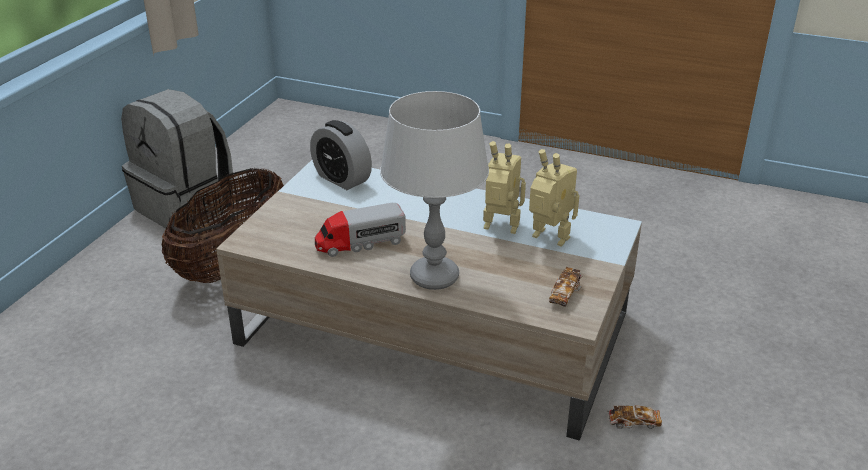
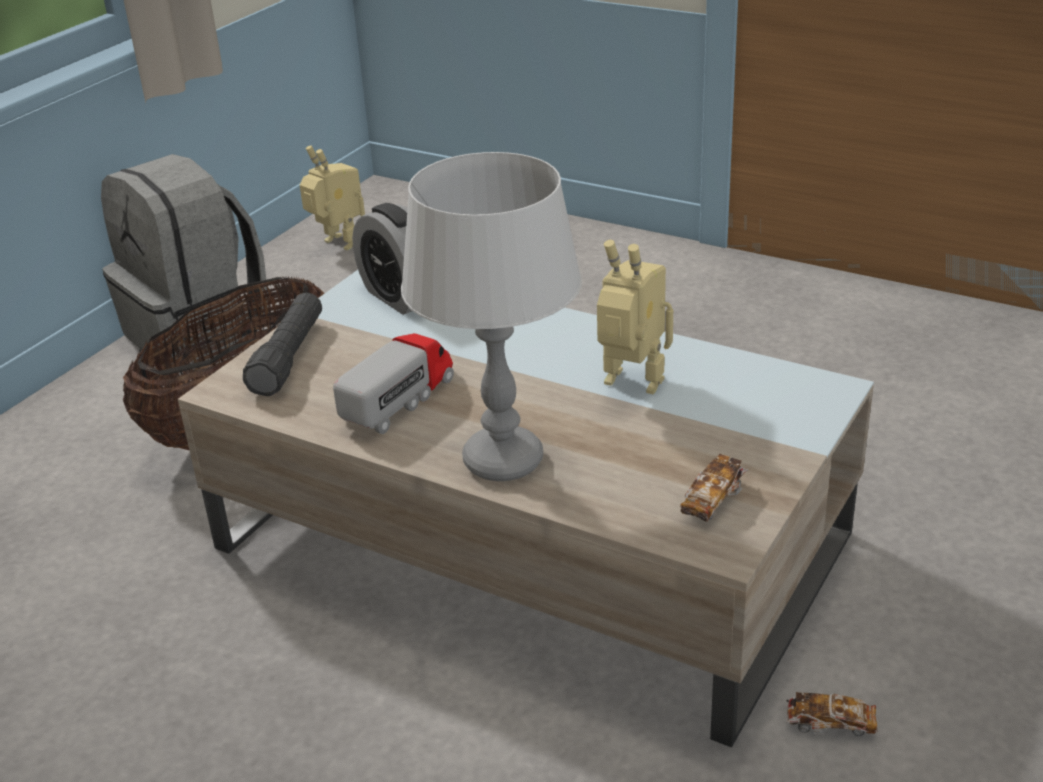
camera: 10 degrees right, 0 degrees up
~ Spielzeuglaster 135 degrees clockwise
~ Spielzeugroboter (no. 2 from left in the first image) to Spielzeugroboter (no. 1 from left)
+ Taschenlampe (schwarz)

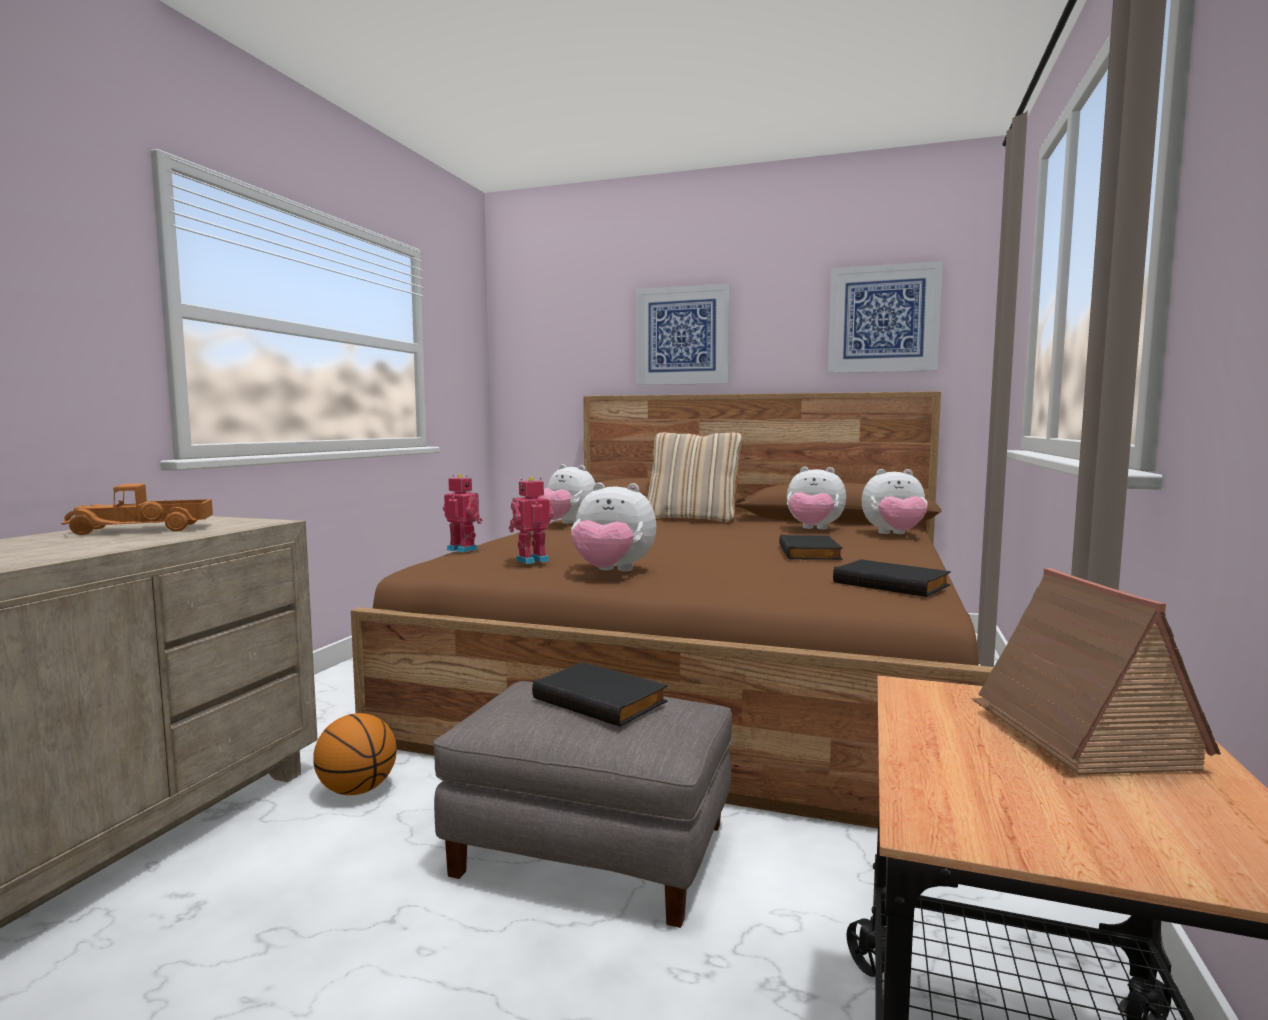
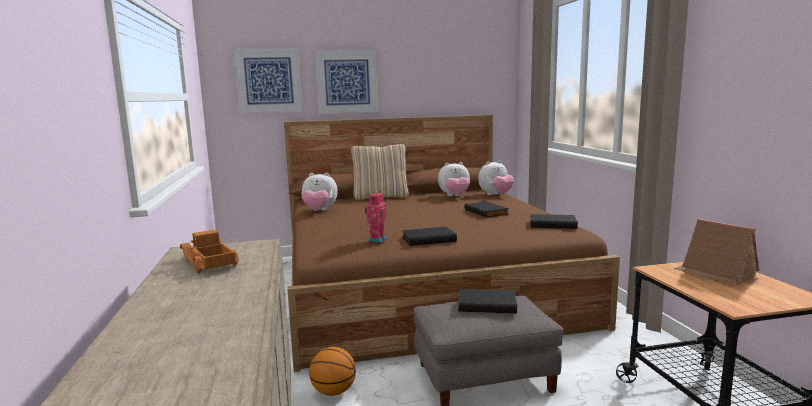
camera: 30 degrees left, 5 degrees up
~ Spielzeuglaster 105 degrees clockwise
- Spielzeugroboter (no. 1 from left)
~ Plüschtier (no. 2 from left) to Buch (schwarz) (no. 1 from left)
~ Bild (no. 2 from left in the first image) to Bild (no. 1 from left)

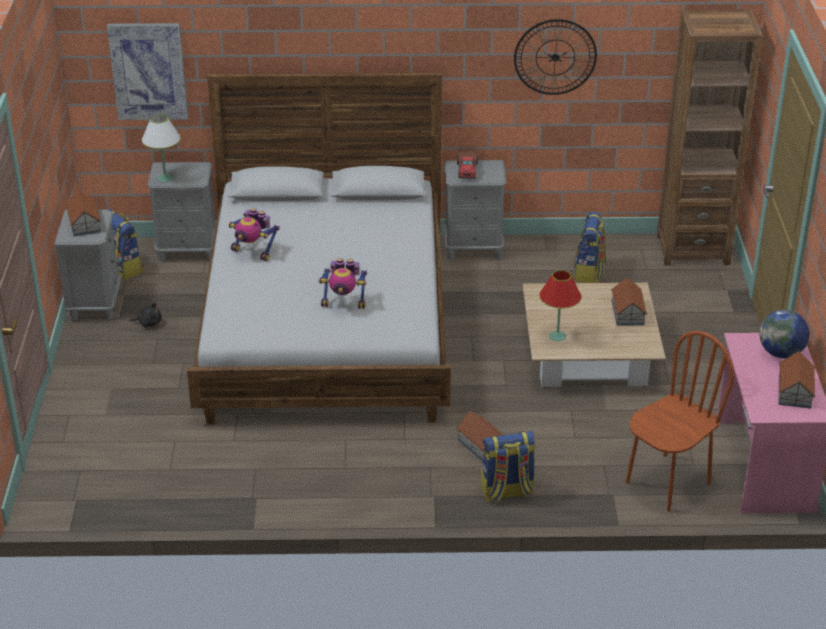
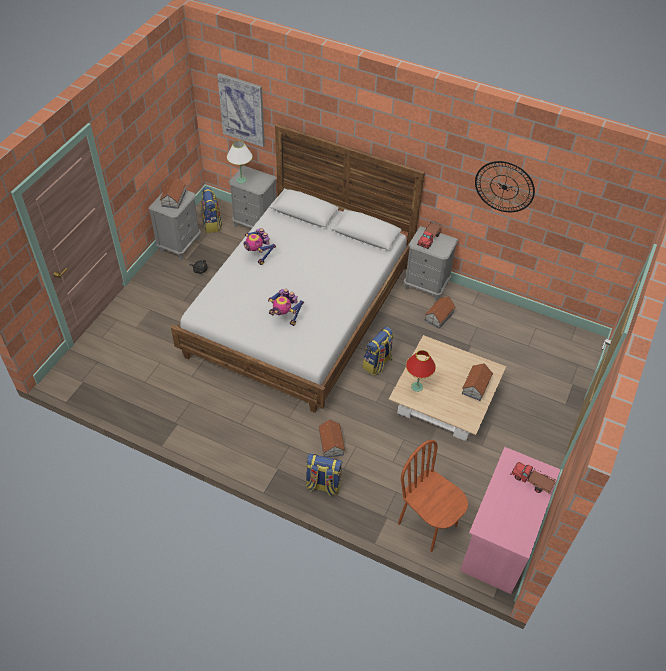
camera: 25 degrees right, 15 degrees up
~ Rucksack (no. 3 from left)
~ Stuhl (braun) 120 degrees counterclockwise
- Bücherregal (braun)
~ Globus to Spielzeuglaster (no. 2 from left)
~ Spielzeughaus (no. 4 from left in the first image) to Spielzeughaus (no. 3 from left)

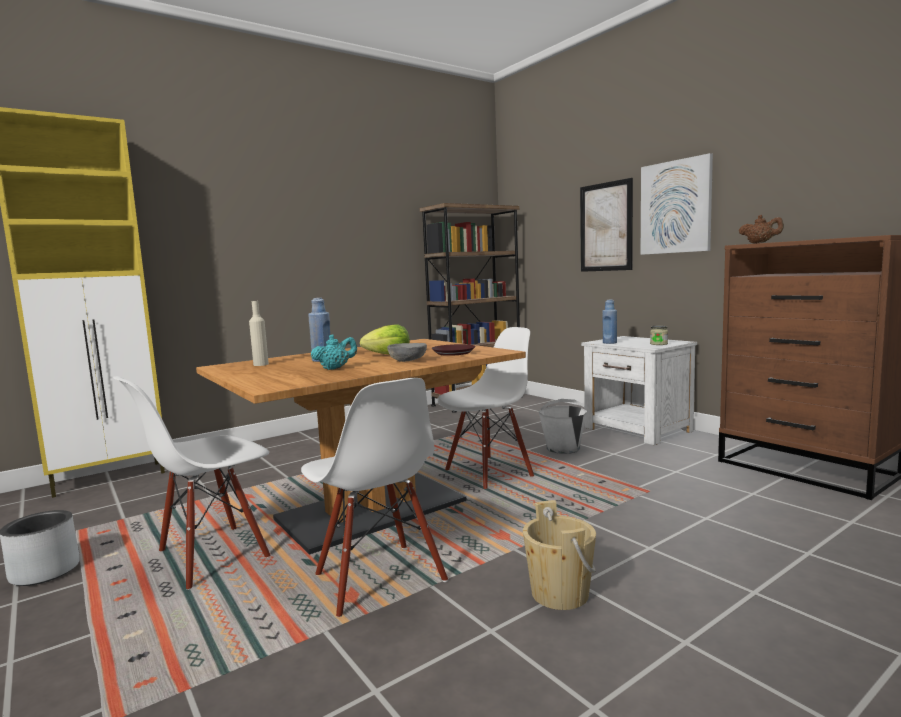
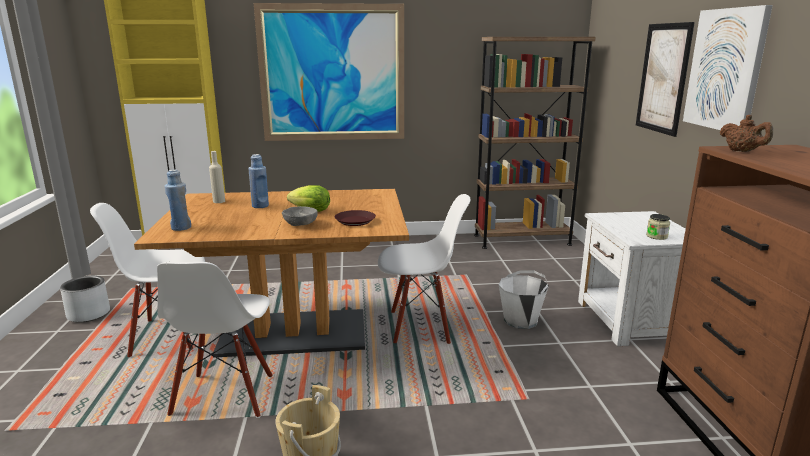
camera: 30 degrees right, 10 degrees up
- Teekanne (türkis)
~ Flasche (blau) (no. 2 from left in the first image) to Flasche (blau) (no. 1 from left)
+ Bild (no. 1 from left)

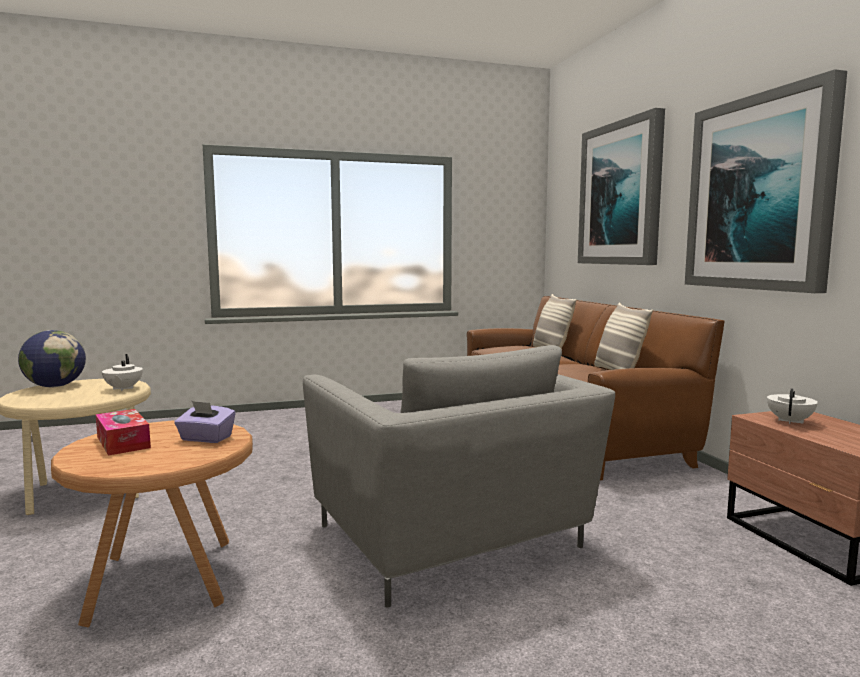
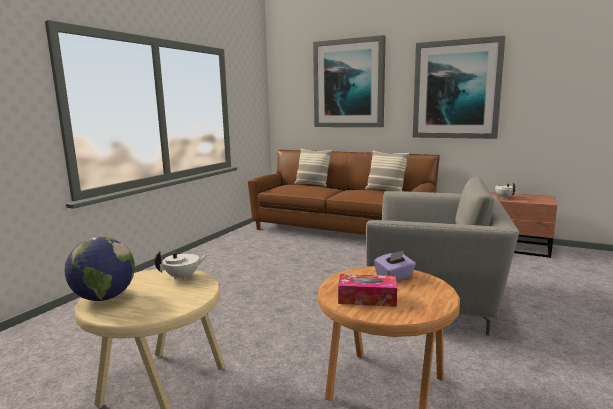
camera: 45 degrees left, 5 degrees up
~ Teekanne (weiß) (no. 1 from left) 60 degrees counterclockwise

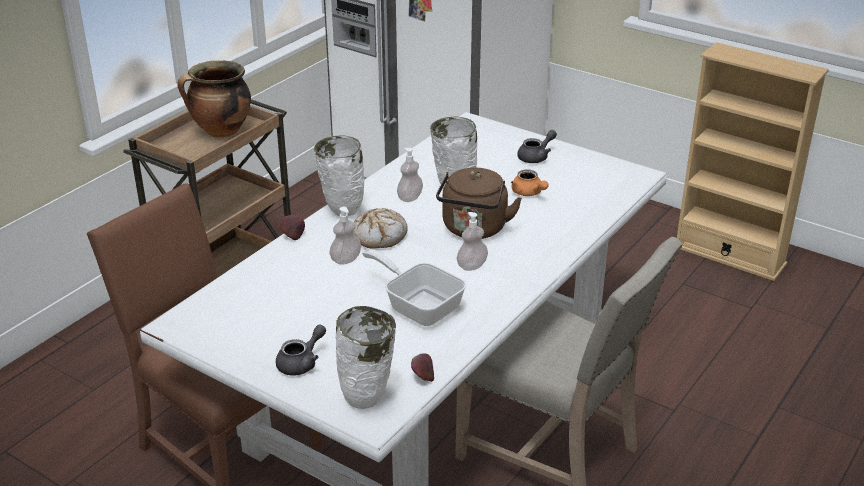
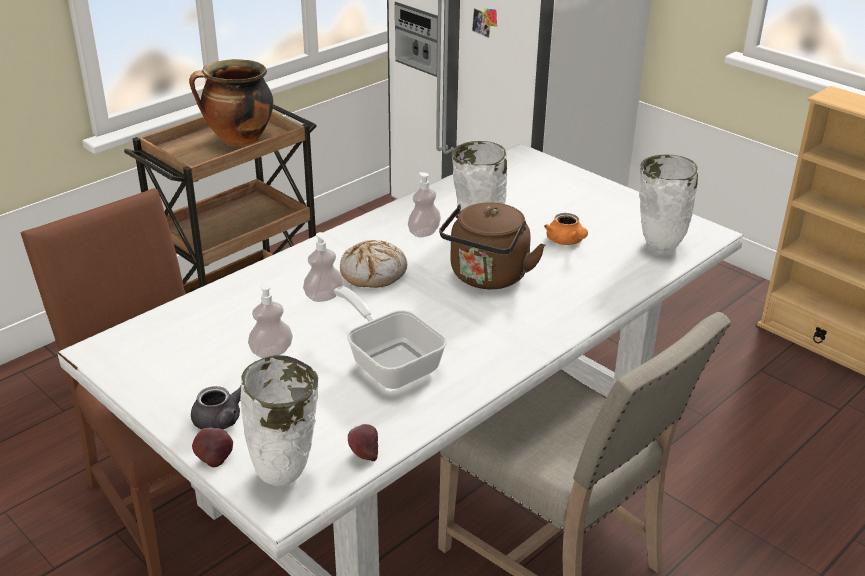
camera: 10 degrees right, 0 degrees up
~ Apfel (no. 1 from left)
~ Vase (weiß) (no. 1 from left in the first image) to Vase (weiß) (no. 3 from left)
~ Seifenspender (no. 3 from left in the first image) to Seifenspender (no. 1 from left)
- Teekanne (grau) (no. 2 from left)

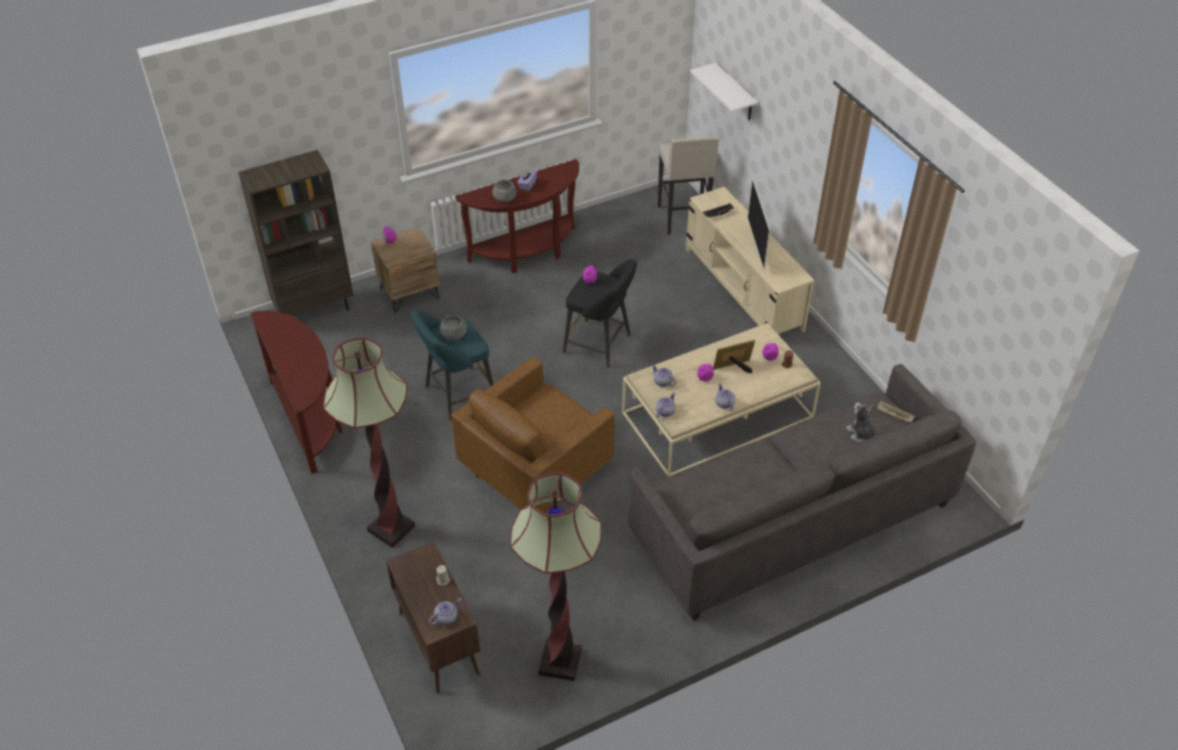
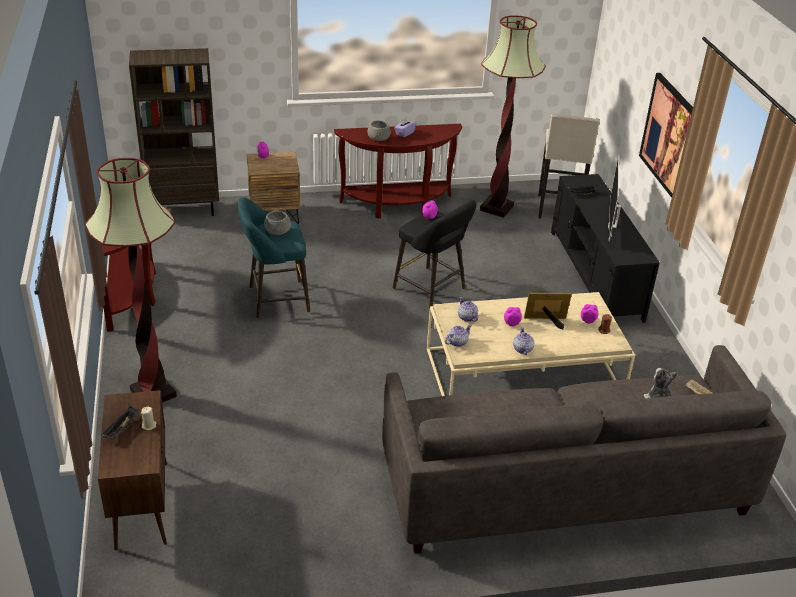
camera: 15 degrees right, 10 degrees down
- Teekanne (no. 1 from left)
- Sessel (braun)
~ Stehlampe (no. 2 from left)
~ Fernsehschrank (beige) to Fernsehschrank (schwarz)
- Wandregal (weiß)
+ Tablett (schwarz) (no. 1 from left)
+ Bild

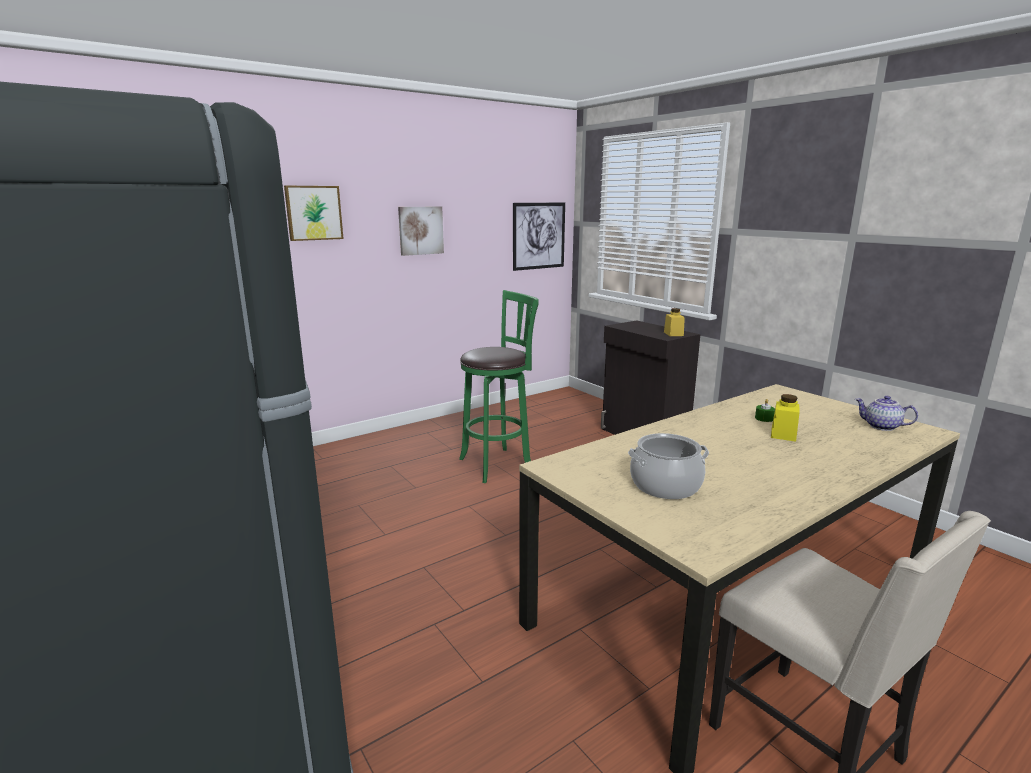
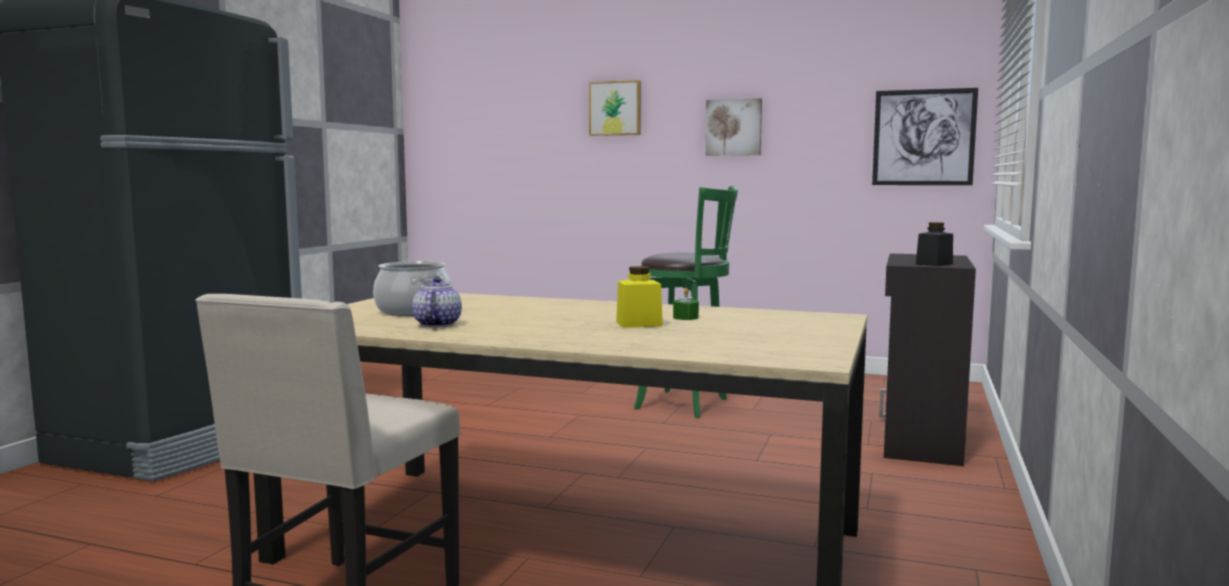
camera: 55 degrees right, 10 degrees down
~ Vorratsglas (gelb) (no. 1 from left) to Vorratsglas (schwarz)
~ Teekanne

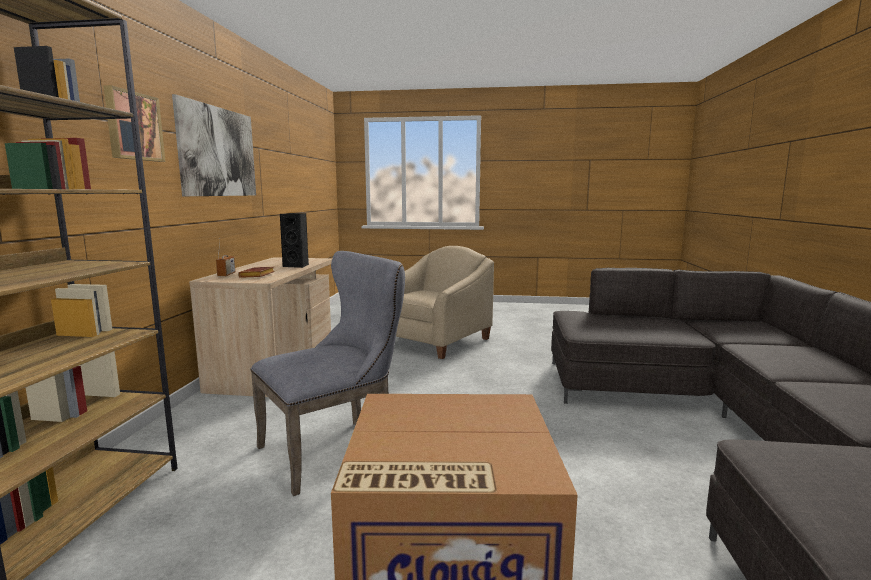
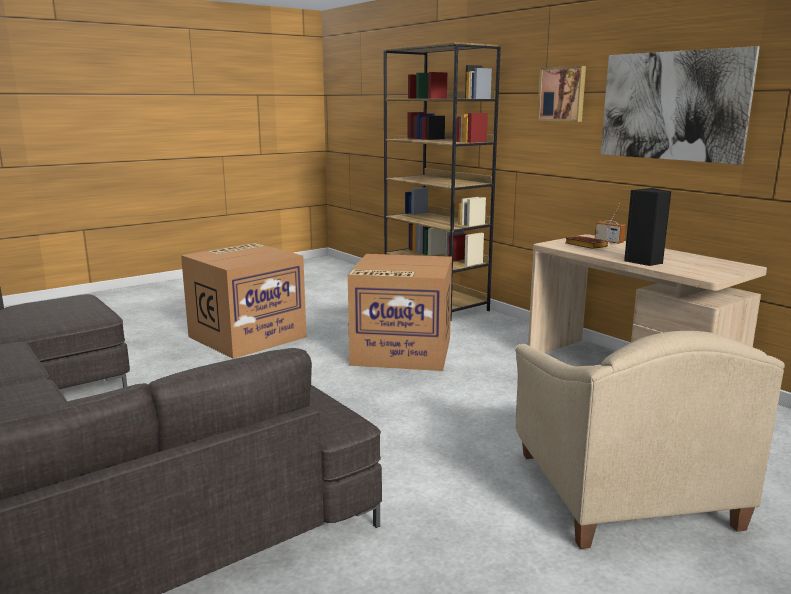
camera: 135 degrees right, 5 degrees up
~ Stuhl (grau) to Karton (no. 2 from left)

